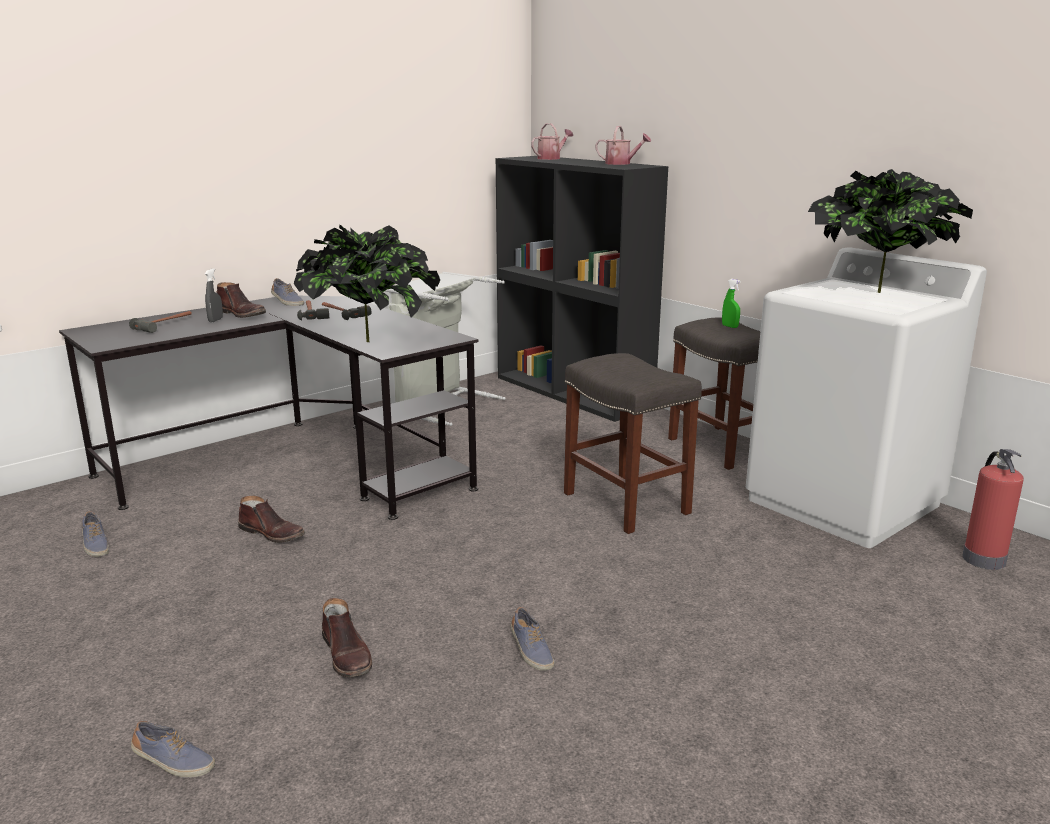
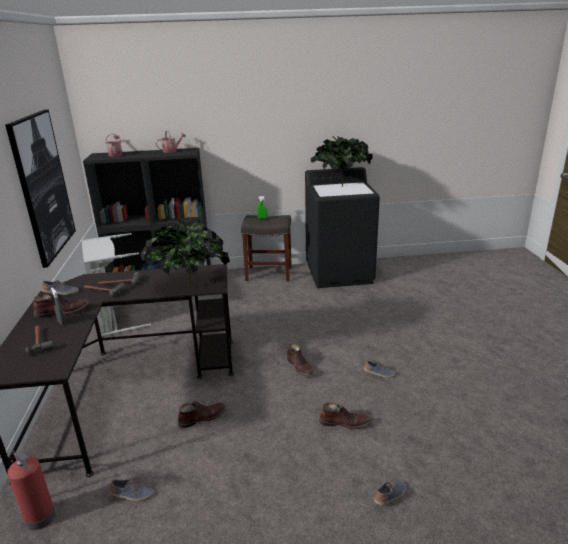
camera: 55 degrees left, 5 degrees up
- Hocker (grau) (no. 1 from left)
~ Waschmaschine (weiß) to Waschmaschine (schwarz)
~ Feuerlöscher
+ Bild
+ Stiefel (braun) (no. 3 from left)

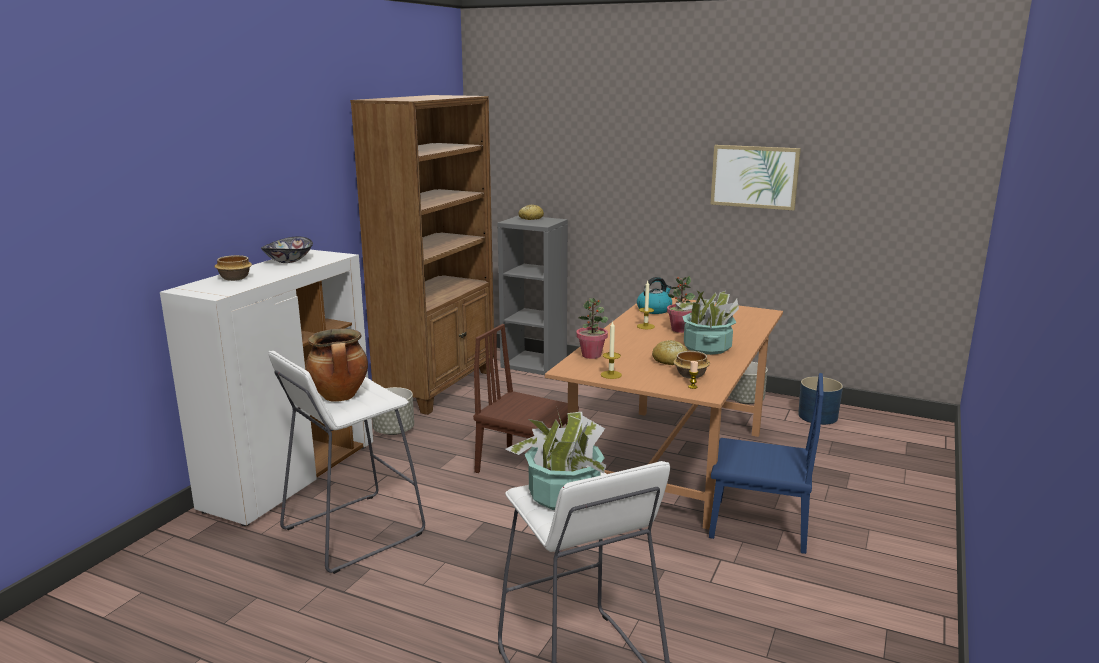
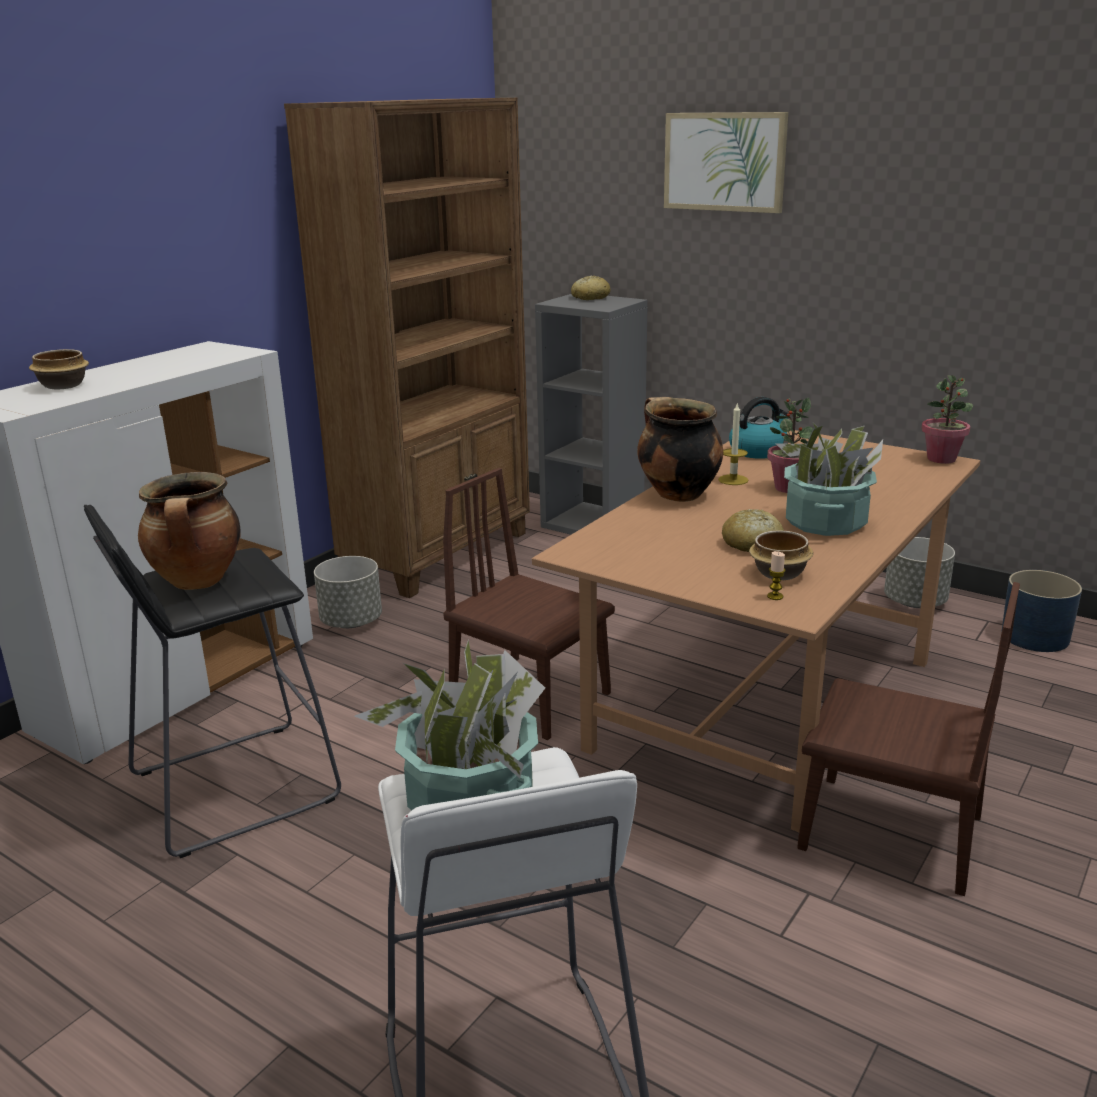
camera: 10 degrees right, 5 degrees up
- Schüssel (no. 2 from left)
~ Hocker (weiß) (no. 1 from left) to Hocker (schwarz)
~ Topfpflanze (no. 2 from left in the first image) to Topfpflanze (no. 4 from left)
- Kerze (no. 1 from left)
~ Stuhl (blau) to Stuhl (braun) (no. 2 from left)
~ Bild
+ Kochtopf (no. 2 from left)

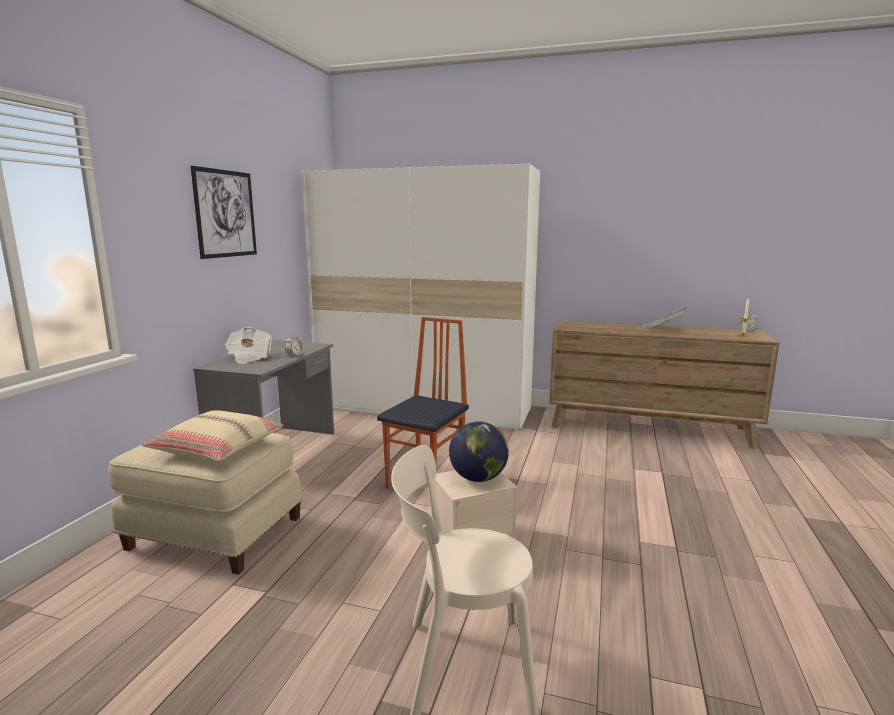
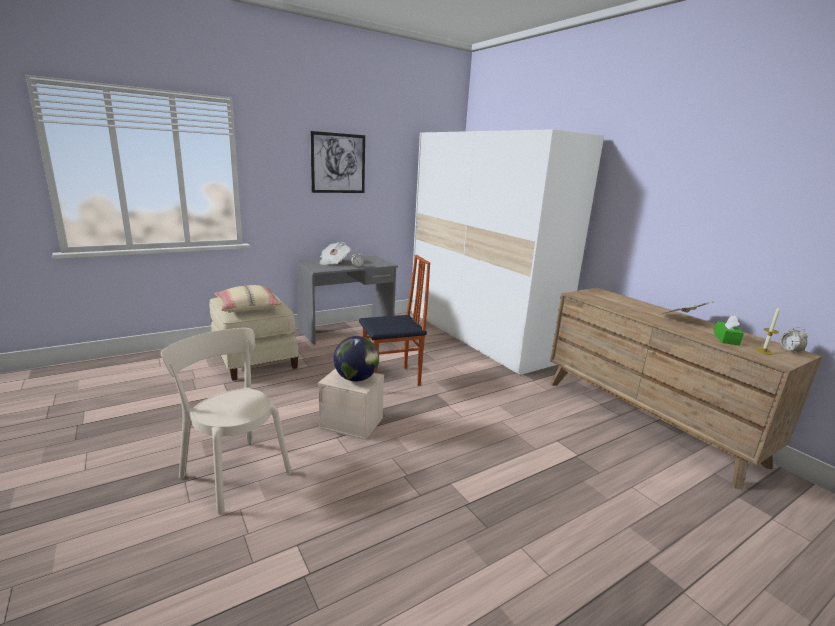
camera: 40 degrees right, 5 degrees up
+ Taschentuchbox (grün)

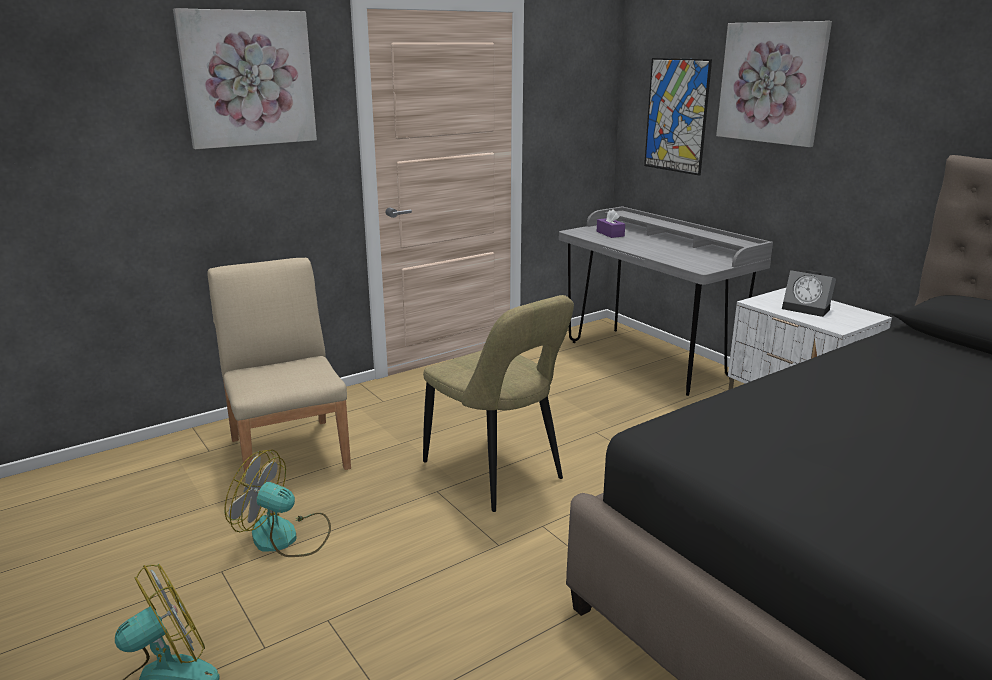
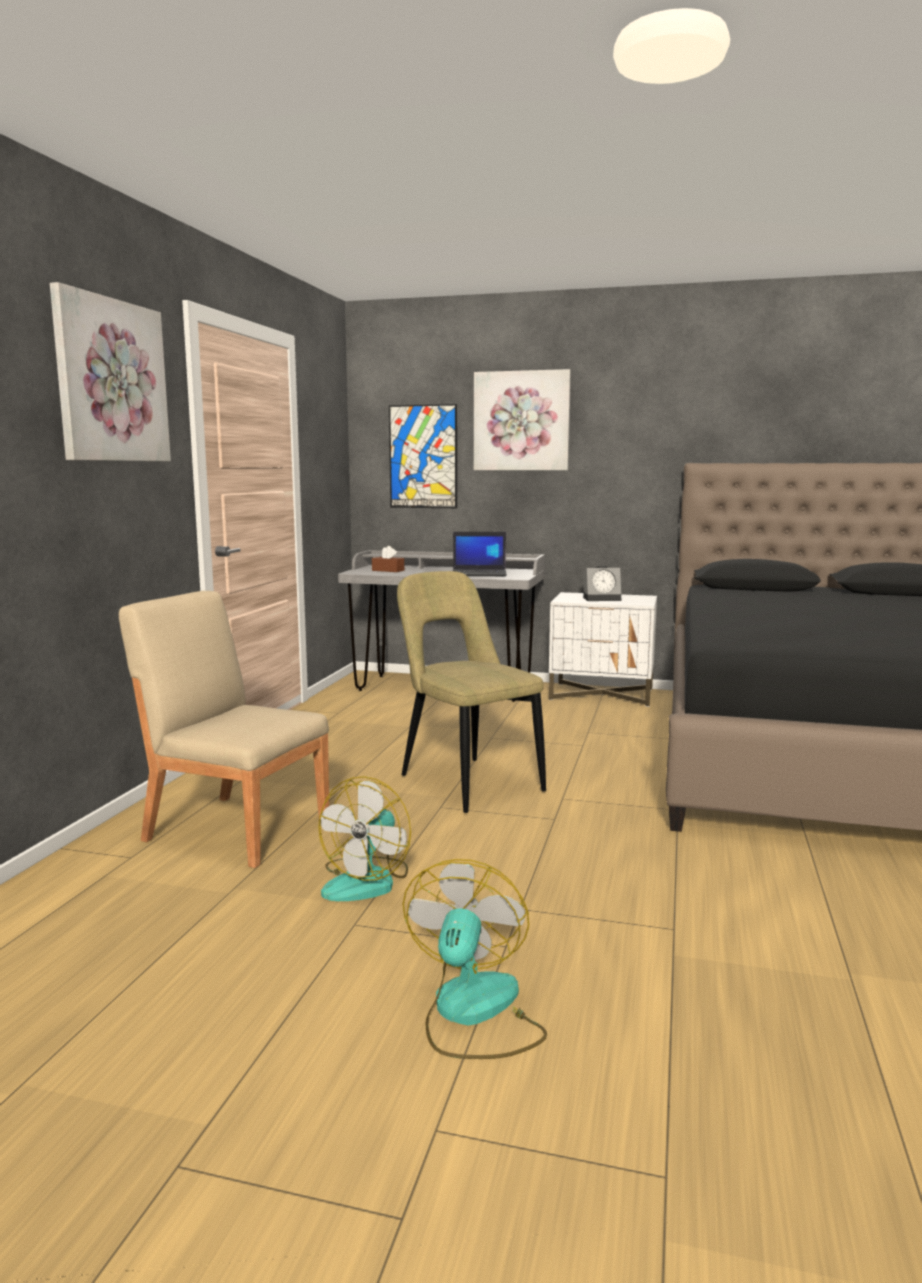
camera: 40 degrees left, 10 degrees down
~ Ventilator (no. 2 from left in the first image) 45 degrees counterclockwise
~ Stuhl (beige) (no. 2 from left) 135 degrees counterclockwise
~ Taschentuchbox (lila) to Taschentuchbox (braun)
+ Laptop

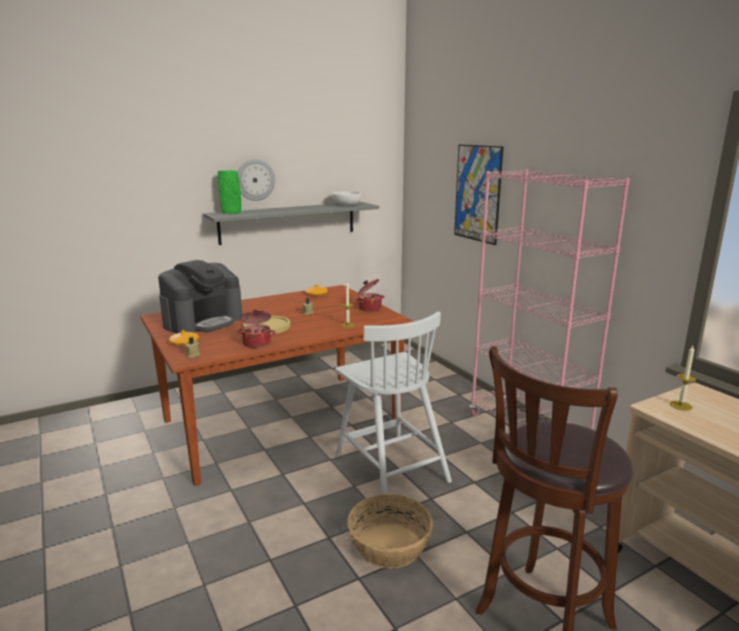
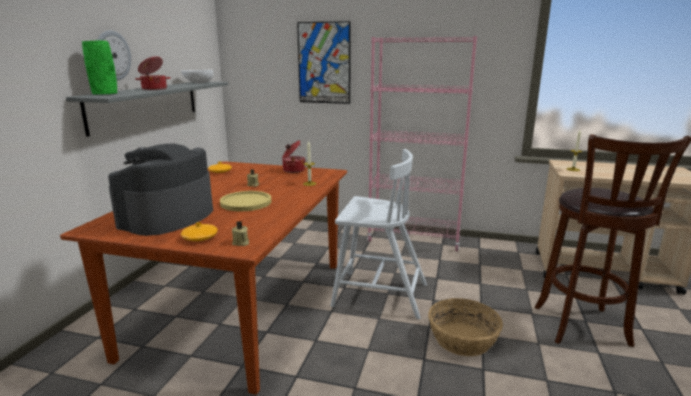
camera: 45 degrees left, 0 degrees up
~ Kaffeemaschine 150 degrees counterclockwise
~ Kochtopf (no. 1 from left)

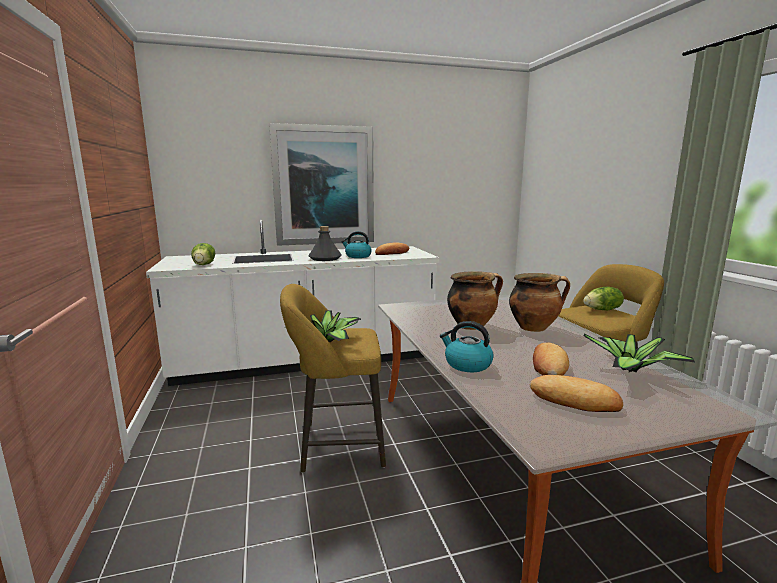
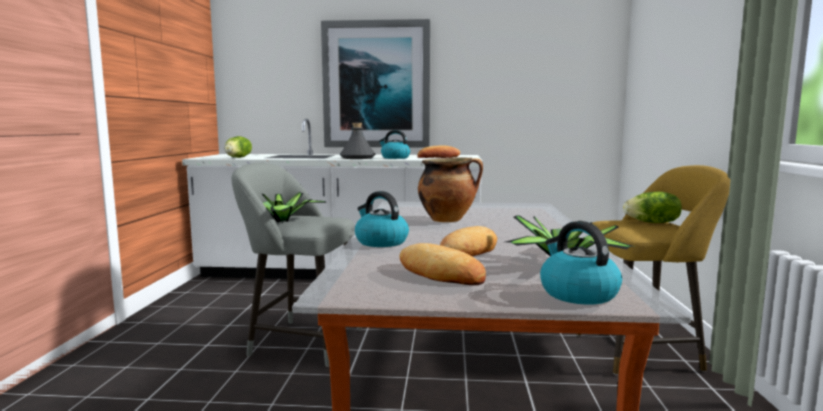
camera: 20 degrees right, 5 degrees down
~ Hocker (gelb) (no. 1 from left) to Hocker (grau)
- Kochtopf (no. 2 from left)
+ Wasserkessel (no. 3 from left)

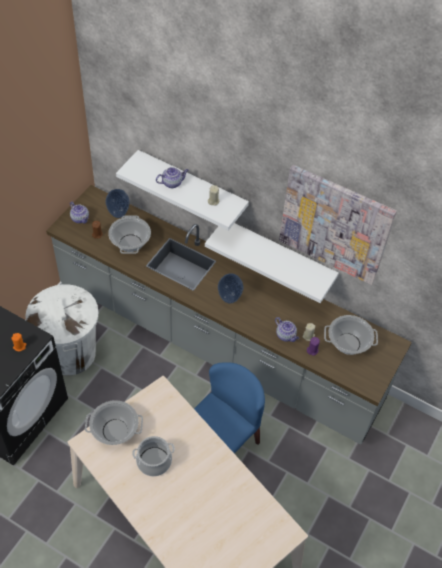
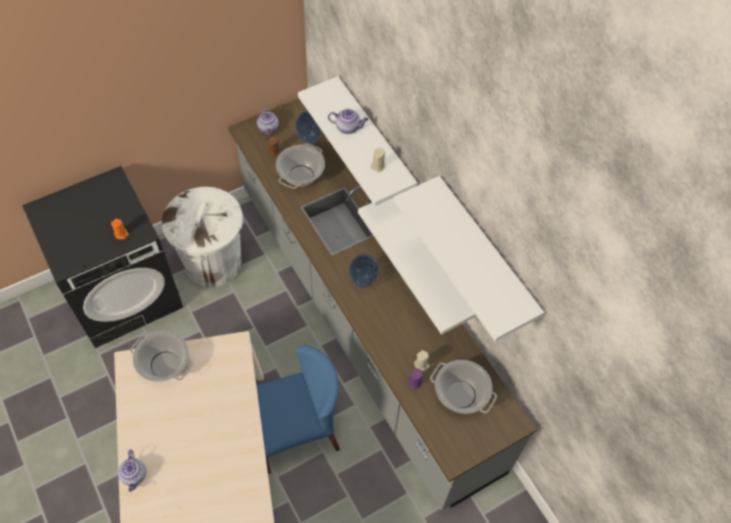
camera: 30 degrees right, 5 degrees up
- Kochtopf (no. 3 from left)
~ Teekanne (no. 3 from left in the first image) to Teekanne (no. 1 from left)
~ Bild to Wandregal (weiß) (no. 3 from left)

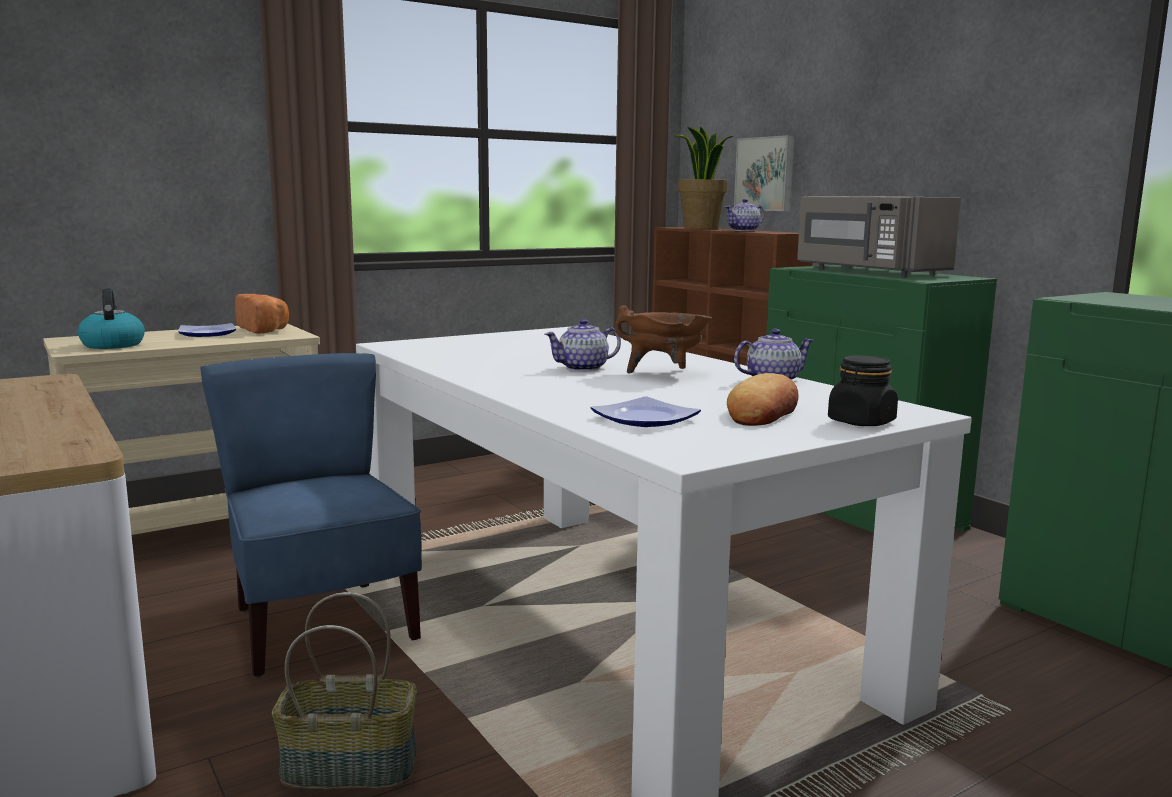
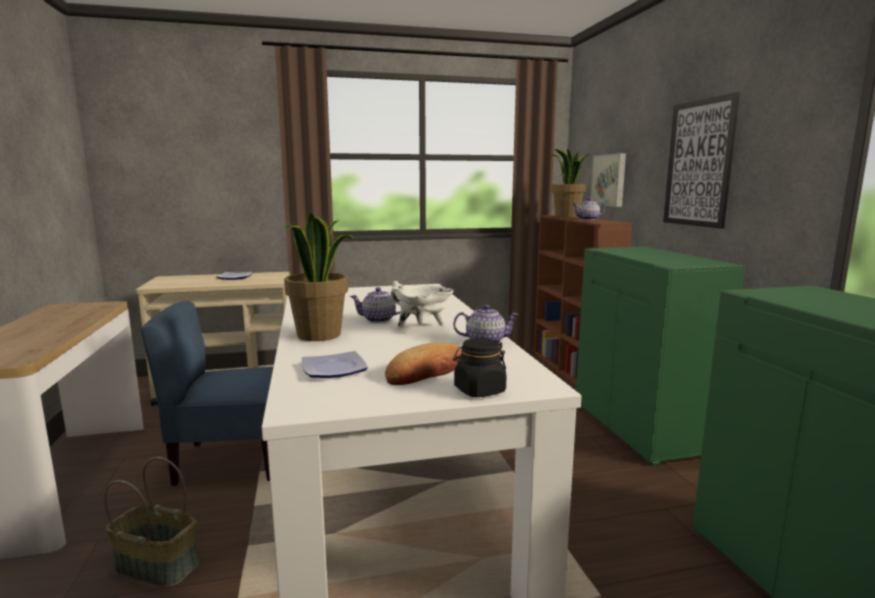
camera: 20 degrees right, 0 degrees up
- Wasserkessel
~ Stuhl (blau) 90 degrees counterclockwise
- Brot (no. 1 from left)
~ Kochtopf (braun) to Kochtopf (weiß)
- Mikrowelle (grau)
+ Topfpflanze (no. 1 from left)
+ Bild (no. 2 from left)

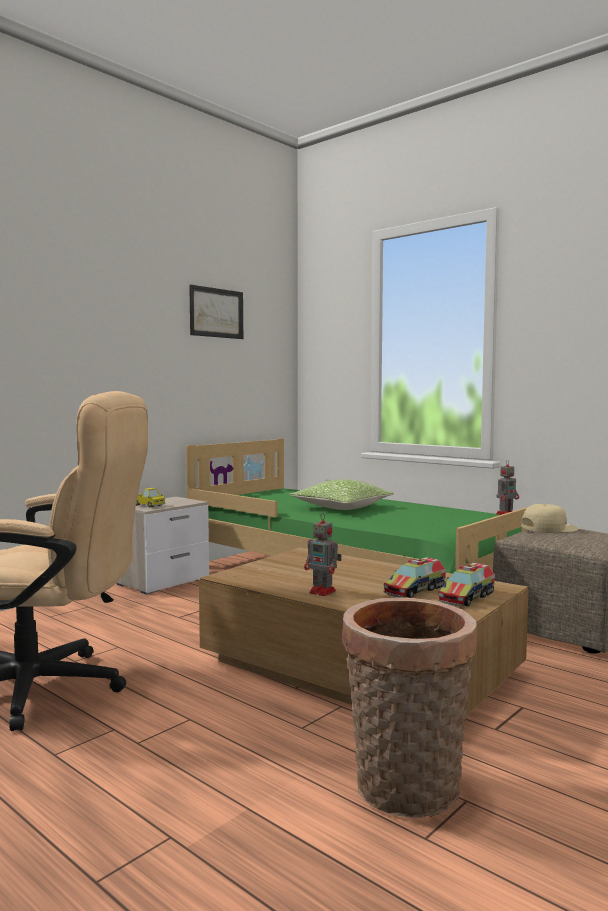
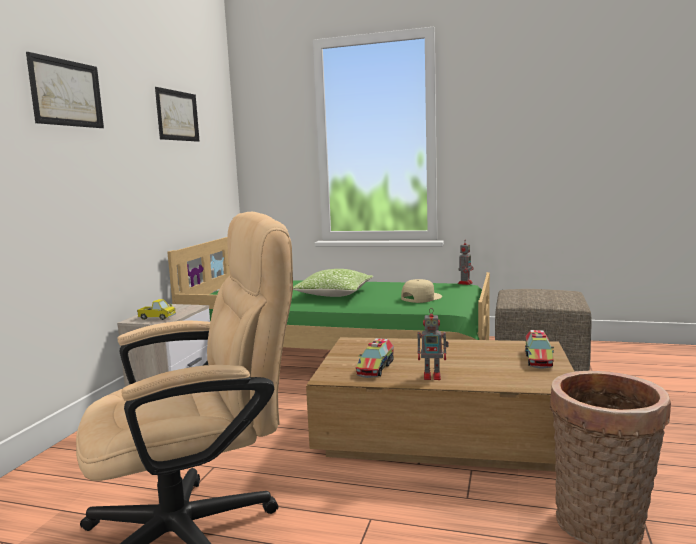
camera: 25 degrees left, 5 degrees up
~ Spielzeuglaster (no. 2 from left)
~ Kappe (beige)
+ Bild (no. 1 from left)

